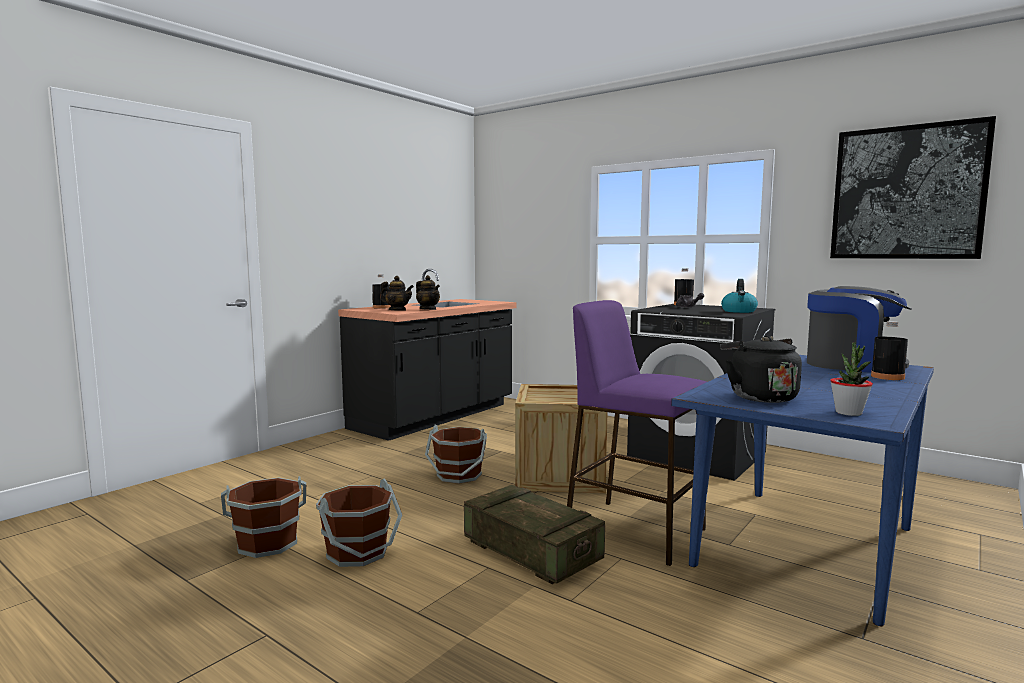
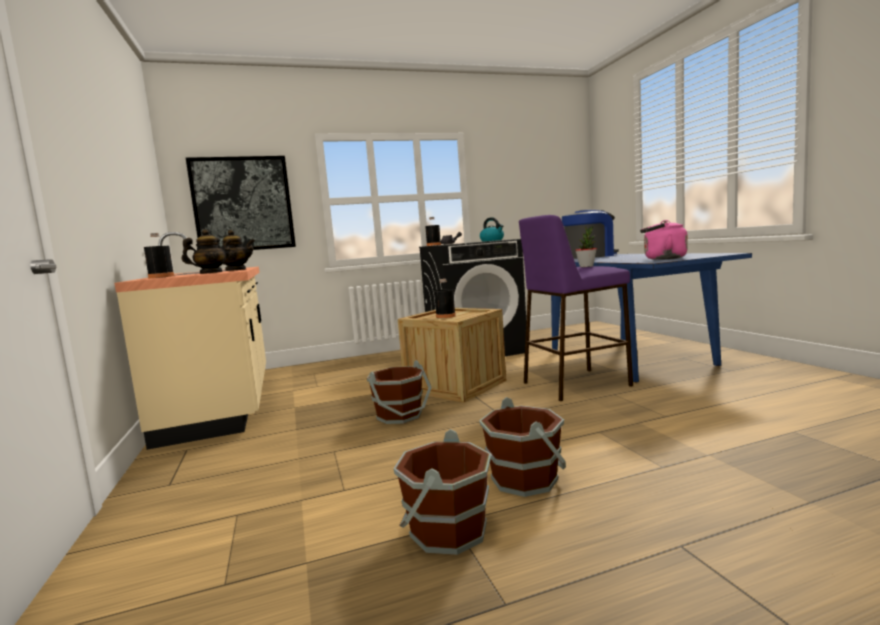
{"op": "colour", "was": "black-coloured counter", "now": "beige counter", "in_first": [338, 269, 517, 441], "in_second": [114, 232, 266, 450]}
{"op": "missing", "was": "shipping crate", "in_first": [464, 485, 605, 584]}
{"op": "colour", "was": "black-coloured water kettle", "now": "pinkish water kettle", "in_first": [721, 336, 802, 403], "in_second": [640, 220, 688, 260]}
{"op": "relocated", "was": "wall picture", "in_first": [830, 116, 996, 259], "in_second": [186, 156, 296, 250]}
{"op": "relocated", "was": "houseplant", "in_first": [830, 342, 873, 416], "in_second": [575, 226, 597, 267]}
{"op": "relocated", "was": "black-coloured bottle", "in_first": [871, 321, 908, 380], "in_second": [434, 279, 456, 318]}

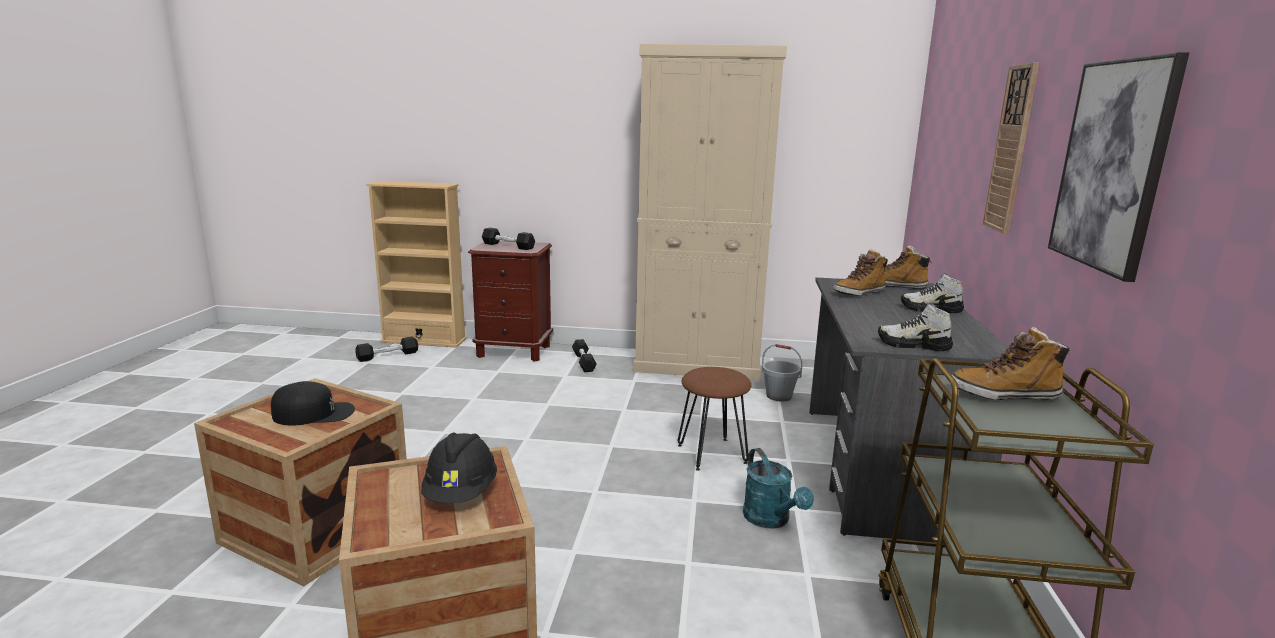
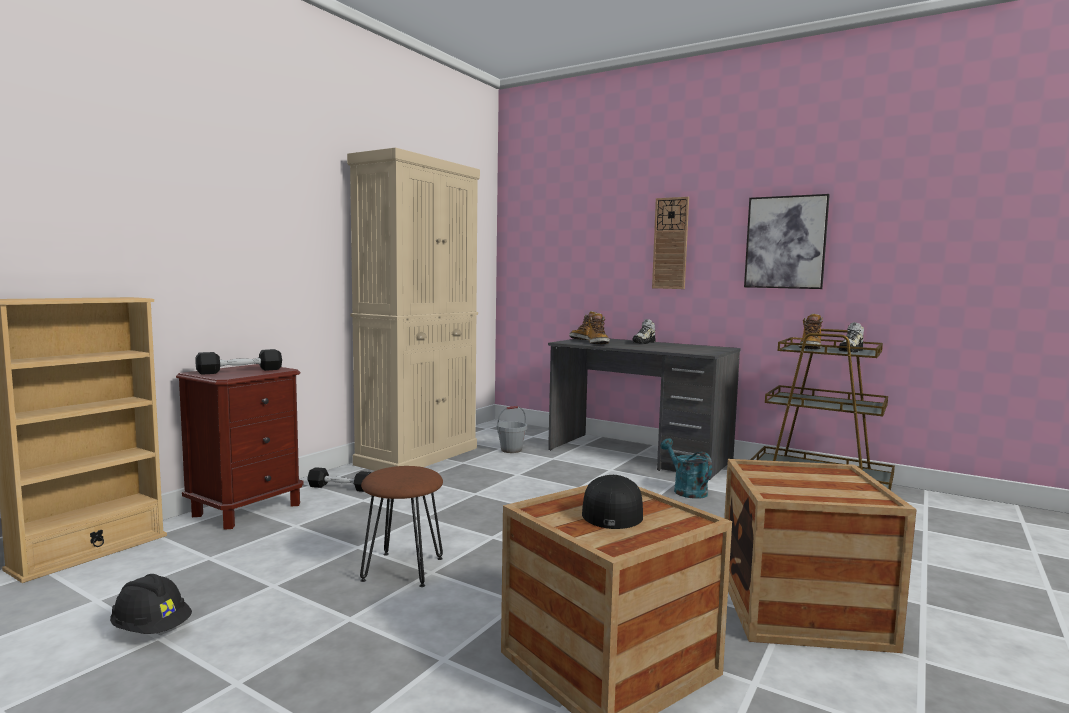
{"op": "missing", "was": "black-coloured hand weight", "in_first": [355, 337, 418, 362]}
{"op": "relocated", "was": "black-coloured work helmet", "in_first": [421, 432, 497, 503], "in_second": [110, 574, 192, 634]}
{"op": "relocated", "was": "brown sitting stool", "in_first": [678, 367, 751, 471], "in_second": [360, 466, 443, 587]}
{"op": "spun", "was": "blue-green sprinkling can", "in_first": [743, 448, 814, 529], "in_second": [660, 438, 712, 499], "clockwise": -120}
{"op": "relocated", "was": "item of footwear", "in_first": [878, 303, 953, 351], "in_second": [839, 322, 864, 352]}

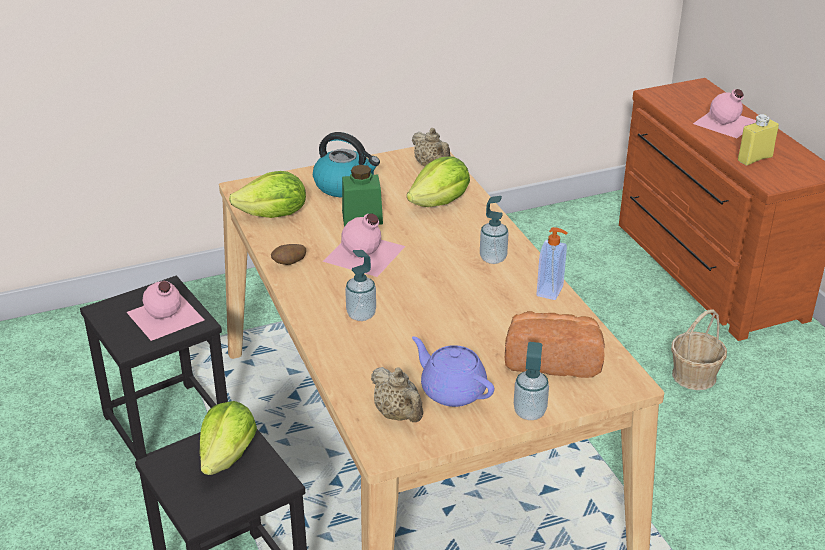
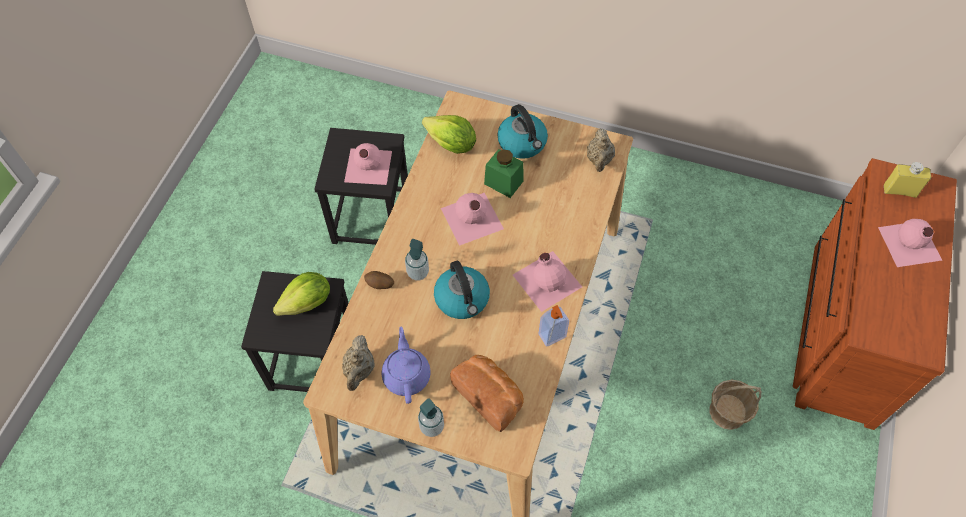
{"op": "relocated", "was": "whole potato", "in_first": [271, 244, 306, 265], "in_second": [364, 271, 394, 289]}
{"op": "missing", "was": "lettuce head", "in_first": [407, 156, 470, 207]}
{"op": "exchanged", "was": "soap bottle", "now": "pinkish bottle", "in_first": [480, 196, 509, 264], "in_second": [513, 251, 582, 312]}
{"op": "relocated", "was": "yellow bottle", "in_first": [738, 114, 779, 166], "in_second": [884, 162, 931, 198]}
{"op": "appeared", "now": "water kettle", "in_second": [434, 261, 490, 319]}

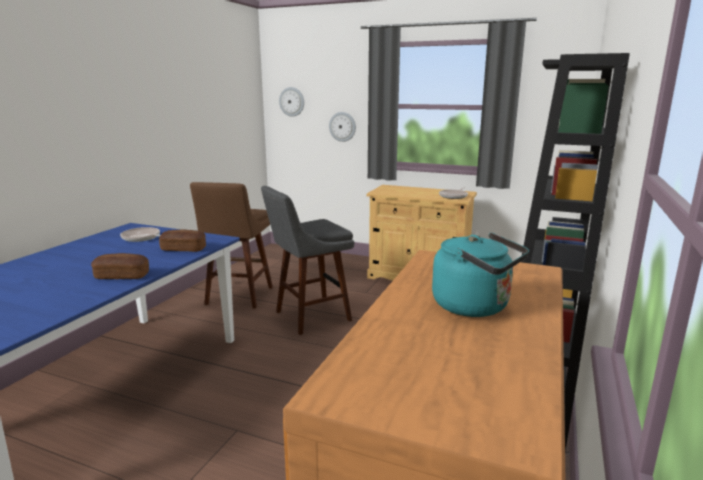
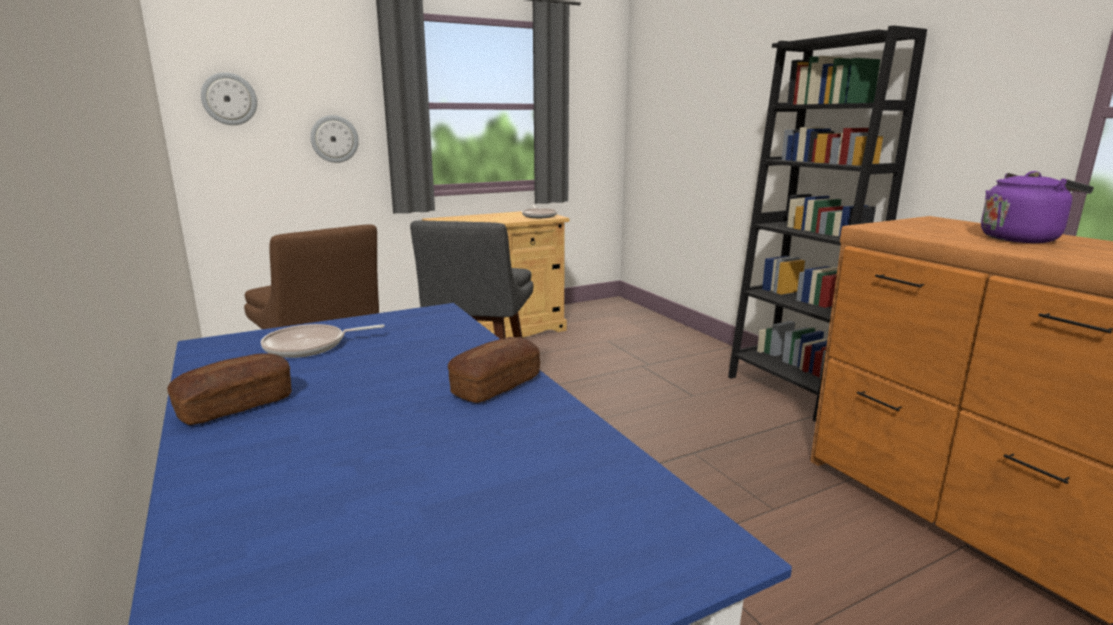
{"op": "relocated", "was": "bakery bread", "in_first": [159, 229, 206, 252], "in_second": [167, 353, 292, 425]}
{"op": "colour", "was": "blue-green water kettle", "now": "purplish water kettle", "in_first": [432, 232, 529, 317], "in_second": [981, 171, 1094, 243]}

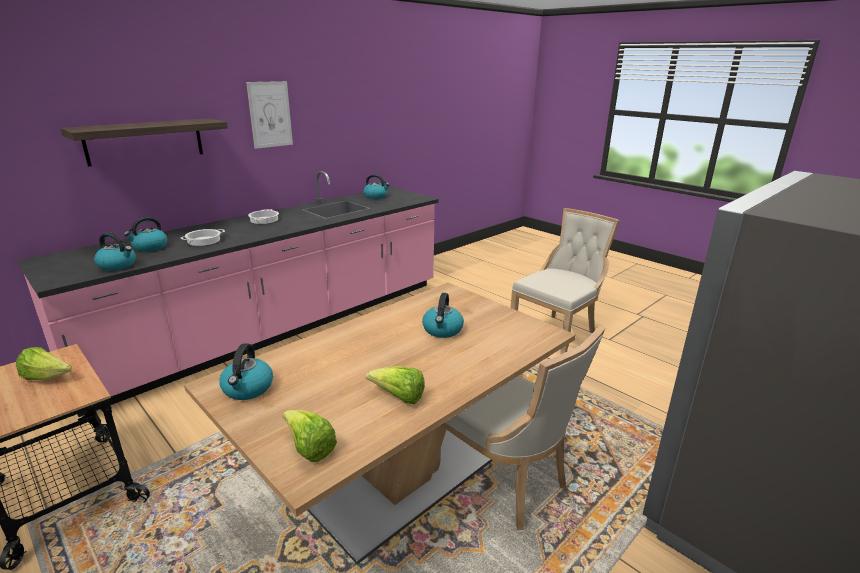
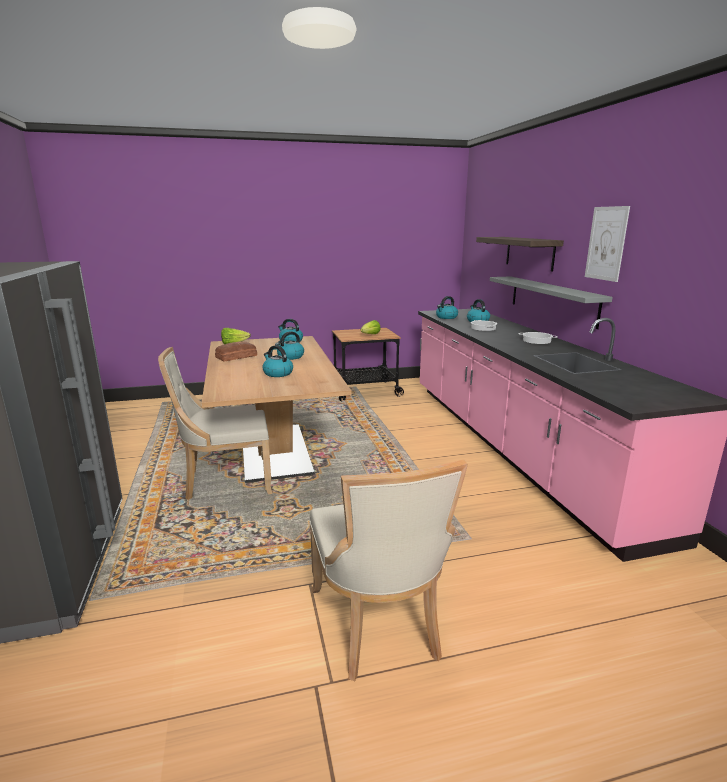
{"op": "relocated", "was": "water kettle", "in_first": [364, 174, 390, 199], "in_second": [275, 331, 304, 360]}
{"op": "exchanged", "was": "lettuce head", "now": "bakery bread", "in_first": [366, 366, 425, 404], "in_second": [215, 341, 257, 361]}
{"op": "appeared", "now": "grey bracket shelf", "in_second": [490, 276, 613, 329]}

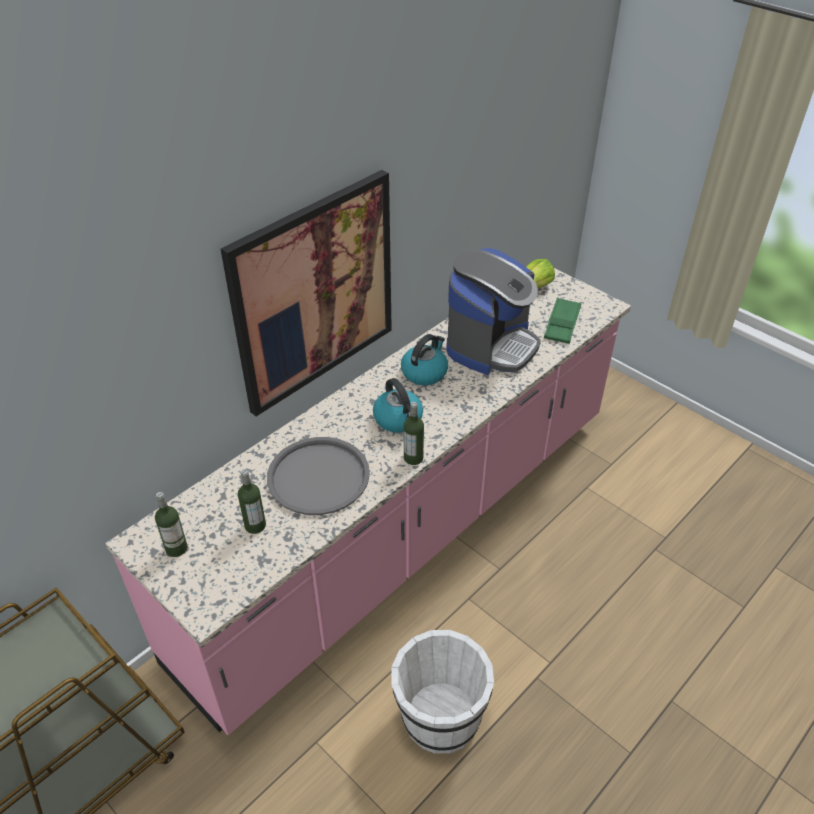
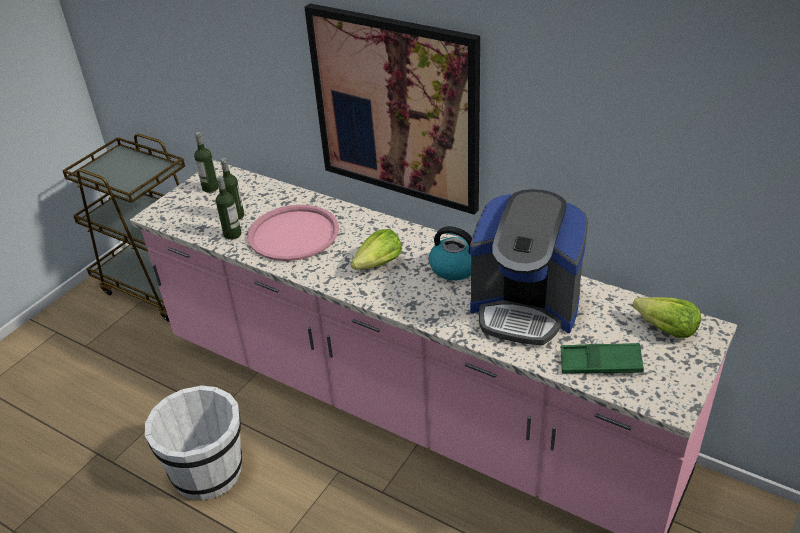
{"op": "colour", "was": "grey tray", "now": "pinkish tray", "in_first": [267, 437, 370, 515], "in_second": [247, 205, 339, 261]}
{"op": "exchanged", "was": "water kettle", "now": "lettuce head", "in_first": [373, 378, 423, 433], "in_second": [350, 229, 402, 270]}
{"op": "relocated", "was": "bottle", "in_first": [404, 402, 424, 465], "in_second": [216, 176, 241, 240]}

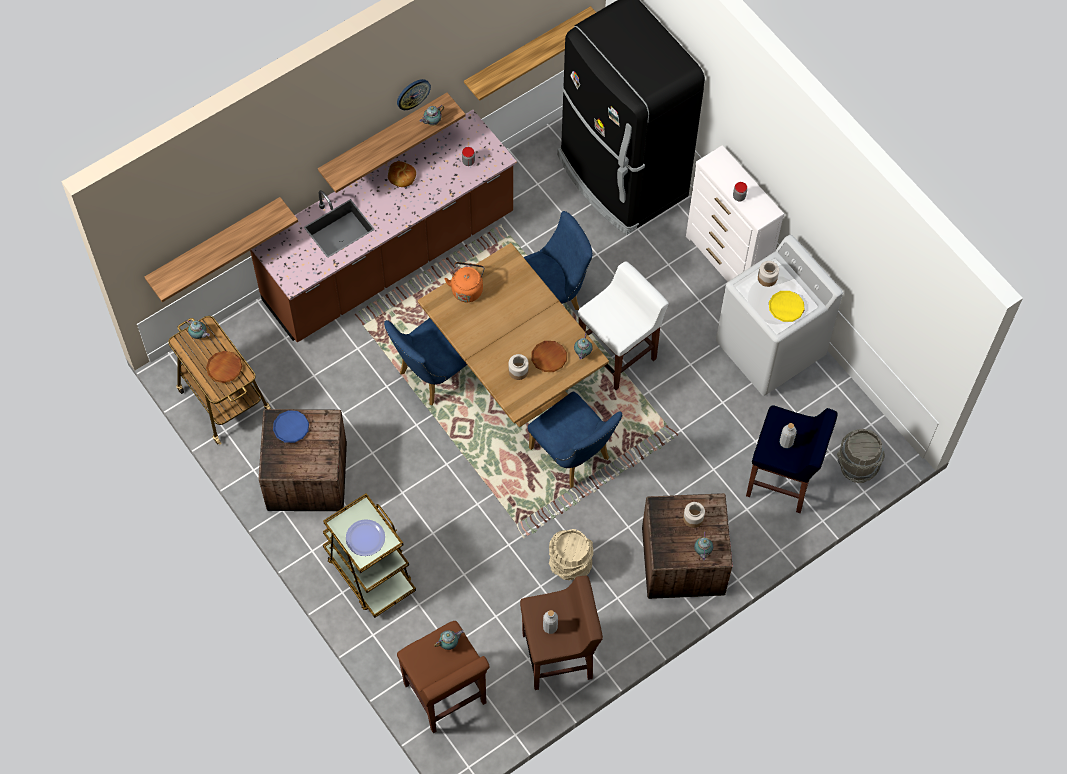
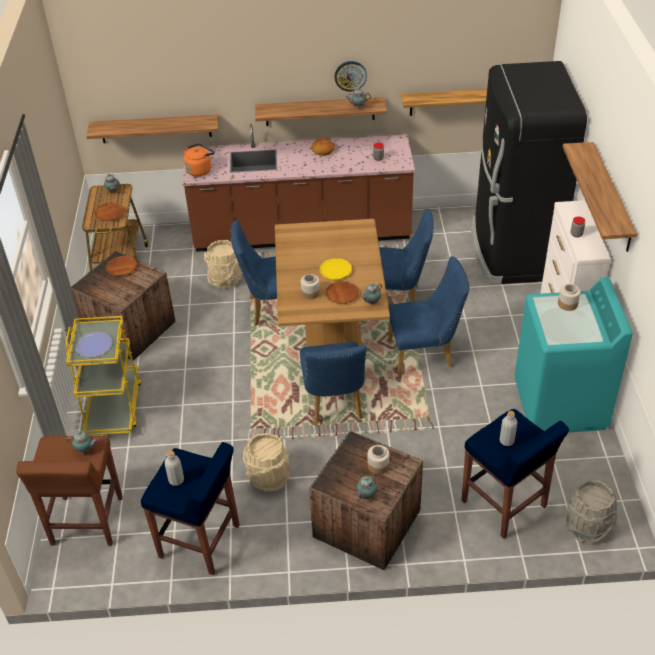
{"op": "colour", "was": "bluish dinner plate", "now": "brown dinner plate", "in_first": [273, 410, 309, 443], "in_second": [106, 256, 137, 276]}
{"op": "colour", "was": "brown trolley", "now": "yellow trolley", "in_first": [323, 493, 416, 618], "in_second": [66, 316, 142, 436]}
{"op": "relocated", "was": "orange-coloured water kettle", "in_first": [444, 262, 484, 302], "in_second": [183, 143, 215, 177]}
{"op": "colour", "was": "brown sitting stool", "now": "bluish sitting stool", "in_first": [520, 576, 603, 690], "in_second": [141, 442, 240, 575]}
{"op": "exchanged", "was": "white-coloured sitting stool", "now": "bluish upright chair", "in_first": [578, 261, 669, 390], "in_second": [388, 256, 469, 376]}
{"op": "colour", "was": "white-coloured laundry machine", "now": "blue-green laundry machine", "in_first": [716, 235, 843, 396], "in_second": [514, 277, 633, 432]}
{"op": "relocated", "was": "yellow dinner plate", "in_first": [769, 291, 805, 322], "in_second": [320, 258, 352, 280]}
{"op": "appeared", "now": "beige bucket", "in_second": [204, 240, 242, 289]}
{"op": "appeared", "now": "bracket shelf", "in_second": [563, 142, 637, 252]}

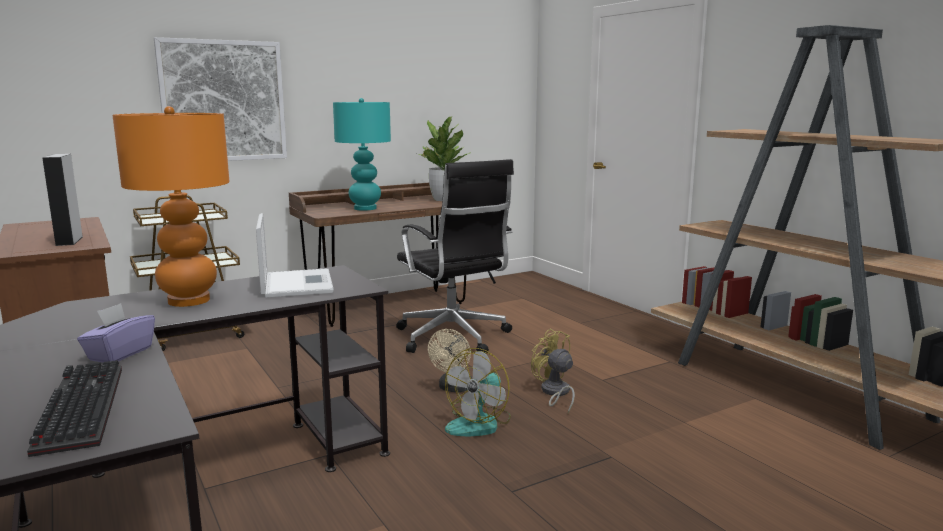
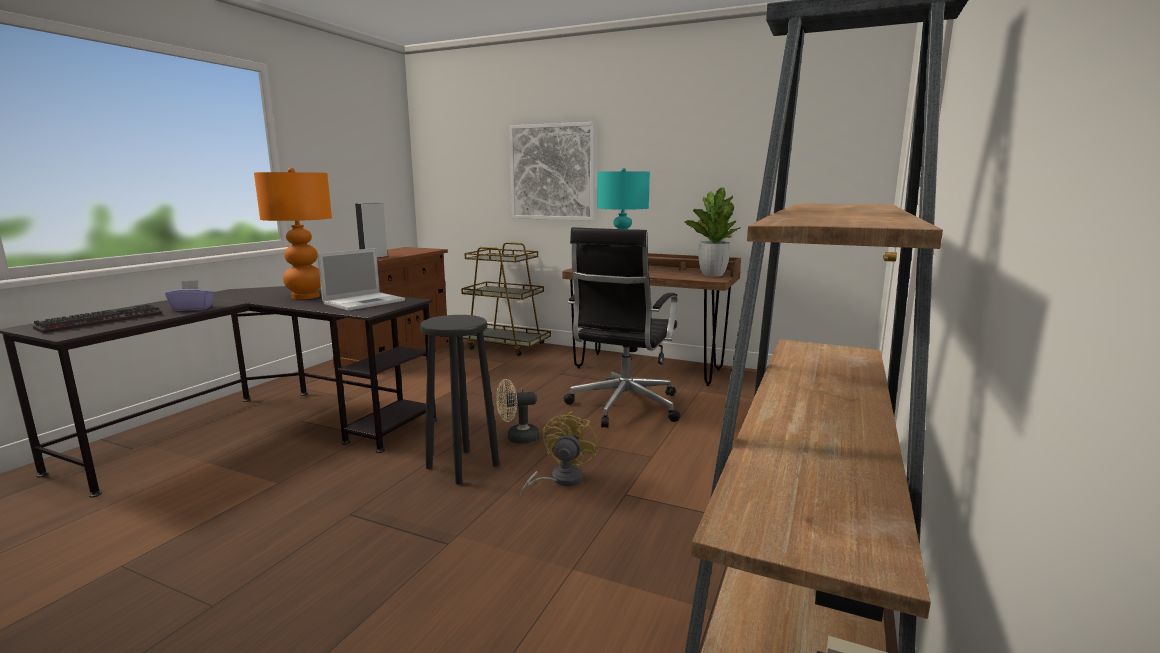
{"op": "exchanged", "was": "electric fan", "now": "black-coloured sitting stool", "in_first": [445, 348, 511, 436], "in_second": [420, 315, 499, 485]}

